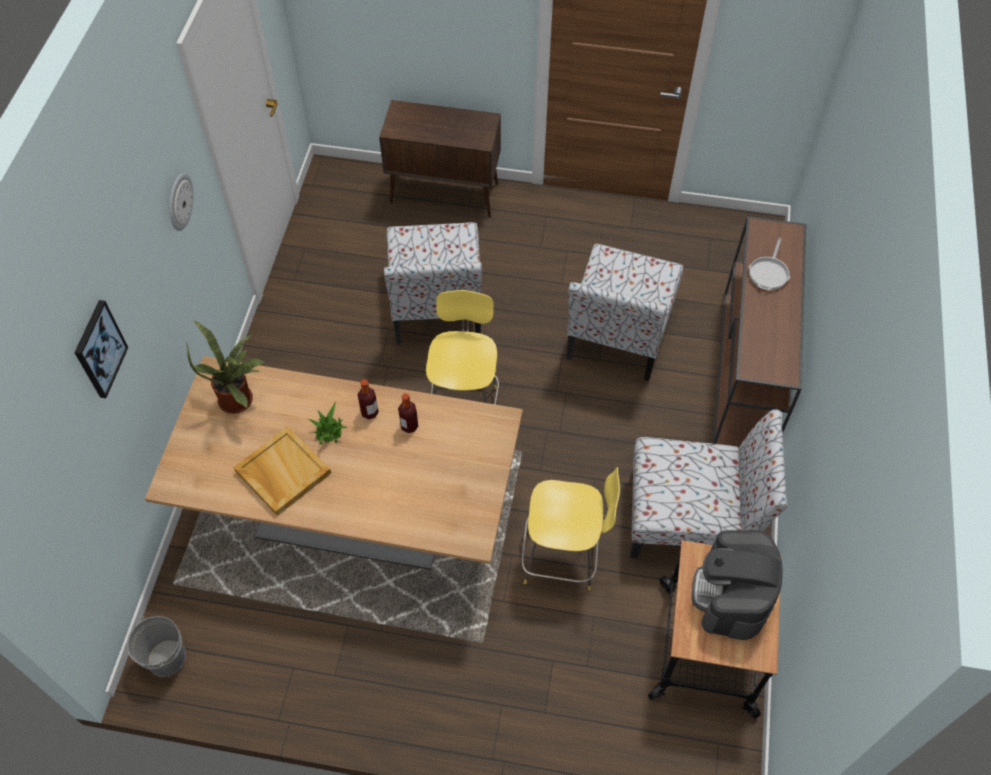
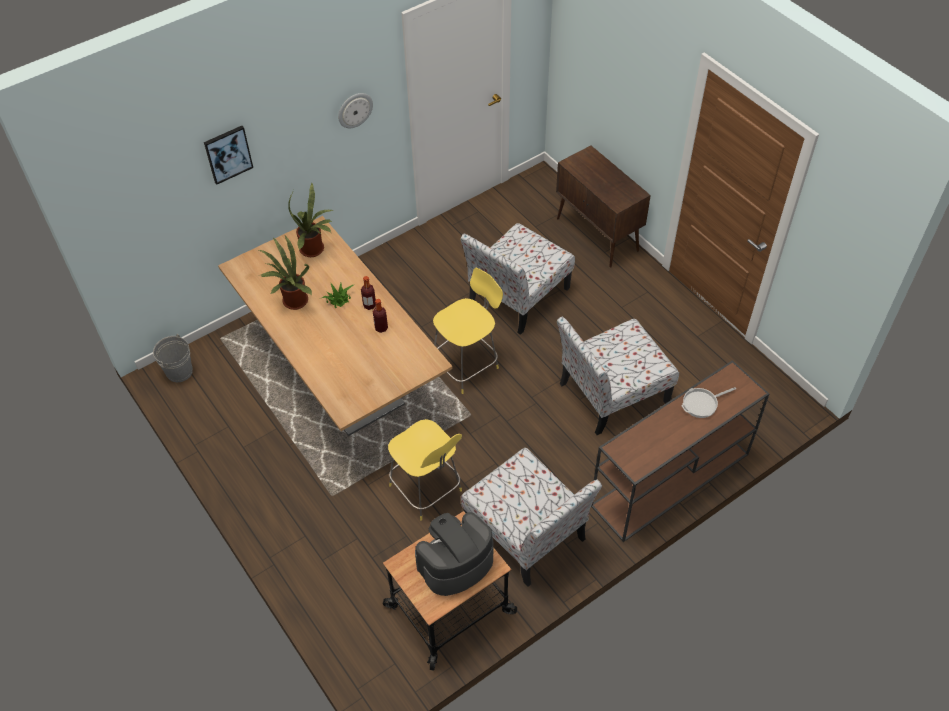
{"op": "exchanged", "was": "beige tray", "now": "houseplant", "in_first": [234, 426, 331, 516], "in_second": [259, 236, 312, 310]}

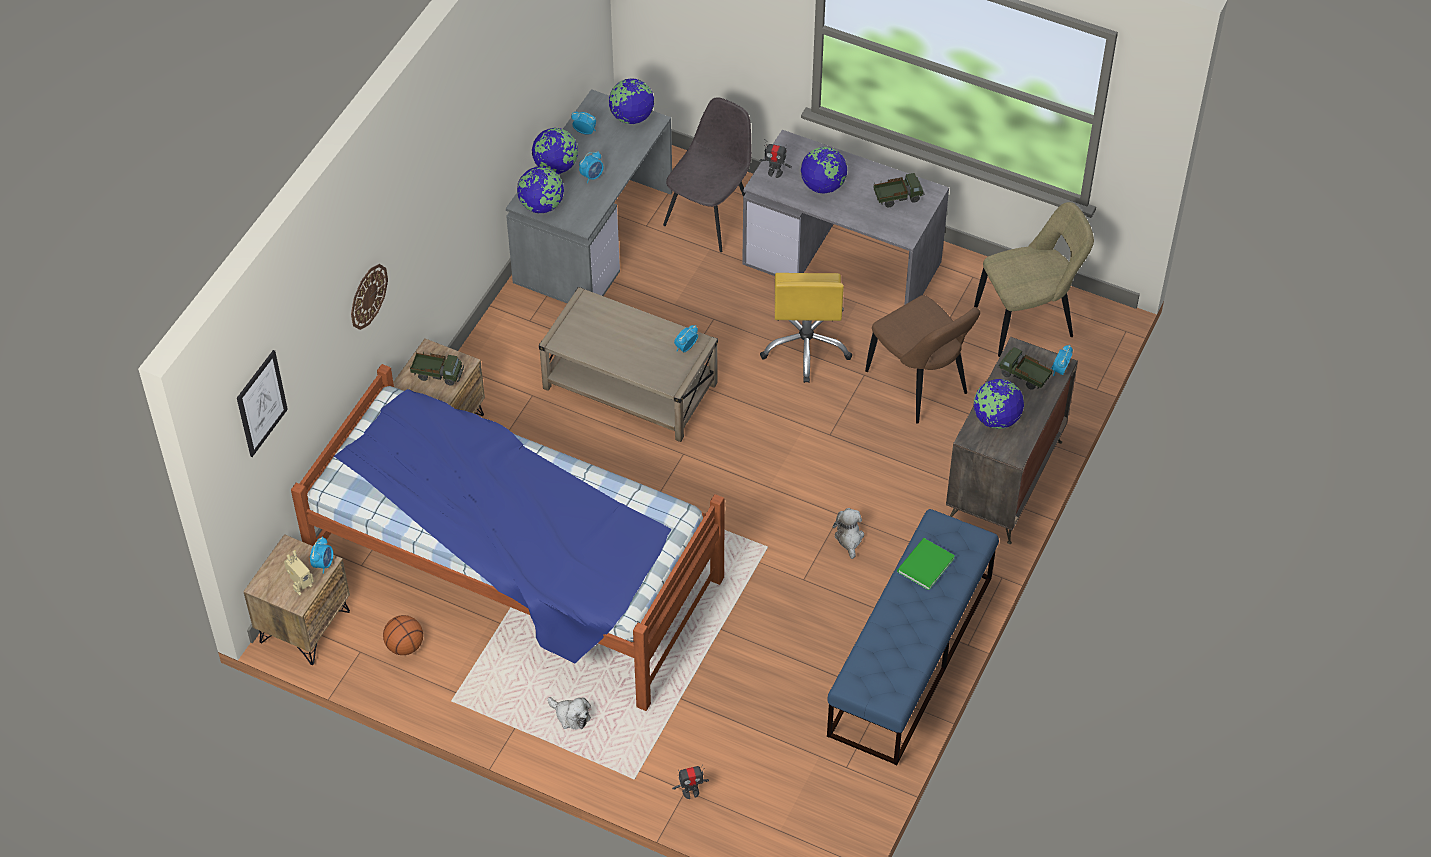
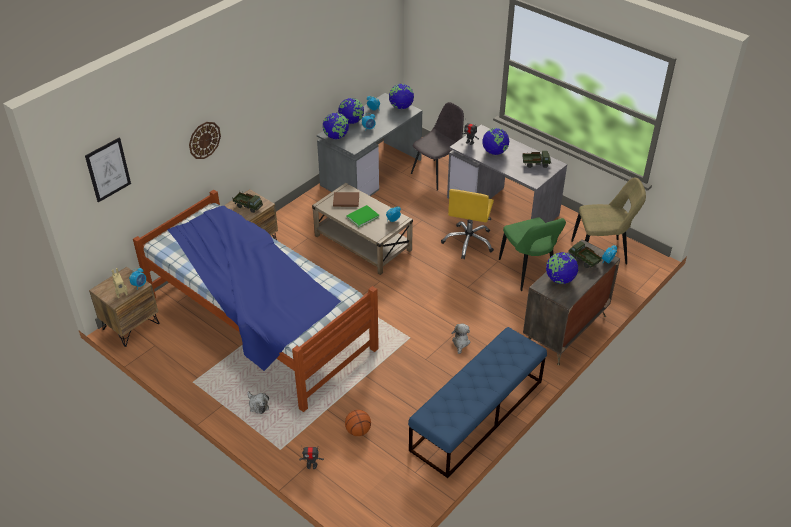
{"op": "relocated", "was": "ball for basketball", "in_first": [383, 615, 423, 655], "in_second": [345, 410, 371, 436]}
{"op": "colour", "was": "brown upright chair", "now": "green upright chair", "in_first": [865, 295, 980, 424], "in_second": [499, 218, 566, 291]}
{"op": "relocated", "was": "green volume", "in_first": [897, 538, 955, 590], "in_second": [346, 205, 379, 227]}
{"op": "appeared", "now": "brown volume", "in_second": [333, 192, 359, 207]}

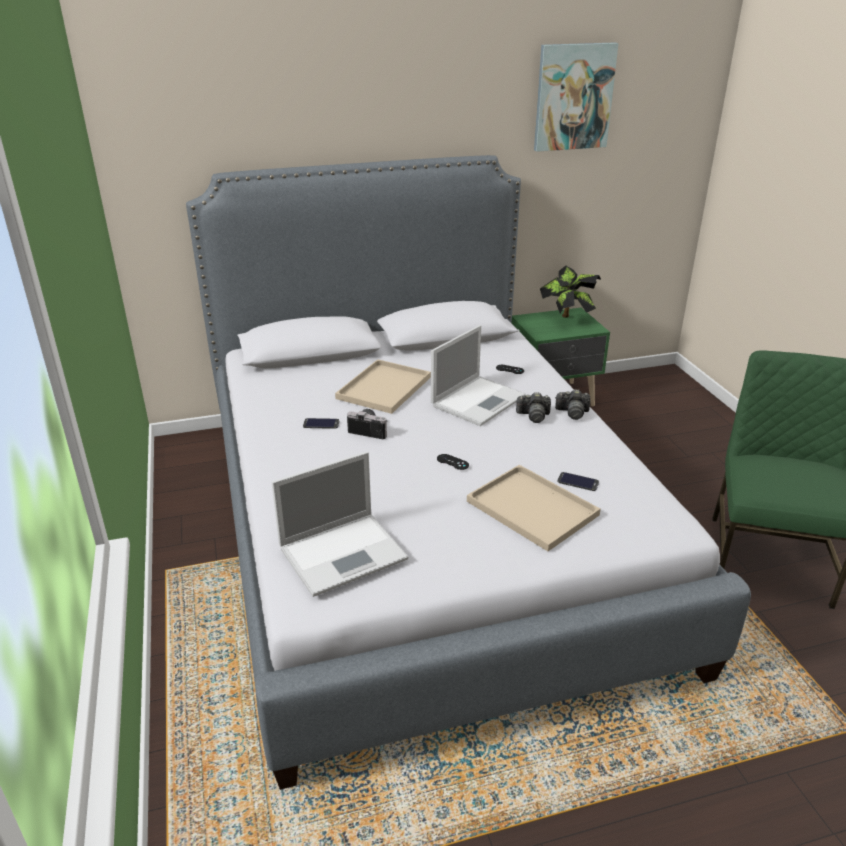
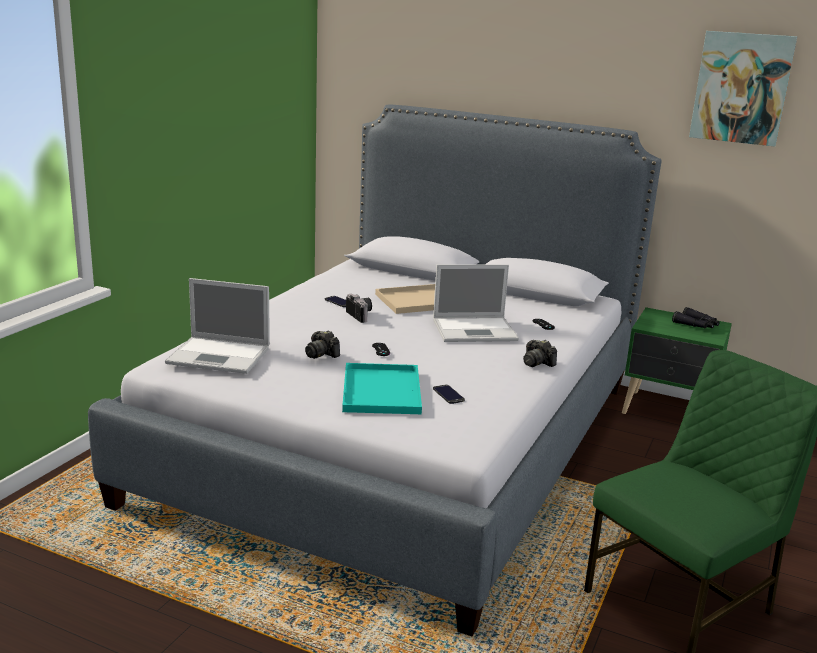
{"op": "colour", "was": "beige tray", "now": "blue-green tray", "in_first": [467, 465, 601, 551], "in_second": [342, 363, 422, 414]}
{"op": "relocated", "was": "still camera", "in_first": [515, 392, 551, 423], "in_second": [305, 330, 340, 359]}
{"op": "exchanged", "was": "houseplant", "now": "black-coloured field glasses", "in_first": [540, 266, 601, 318], "in_second": [672, 307, 720, 329]}

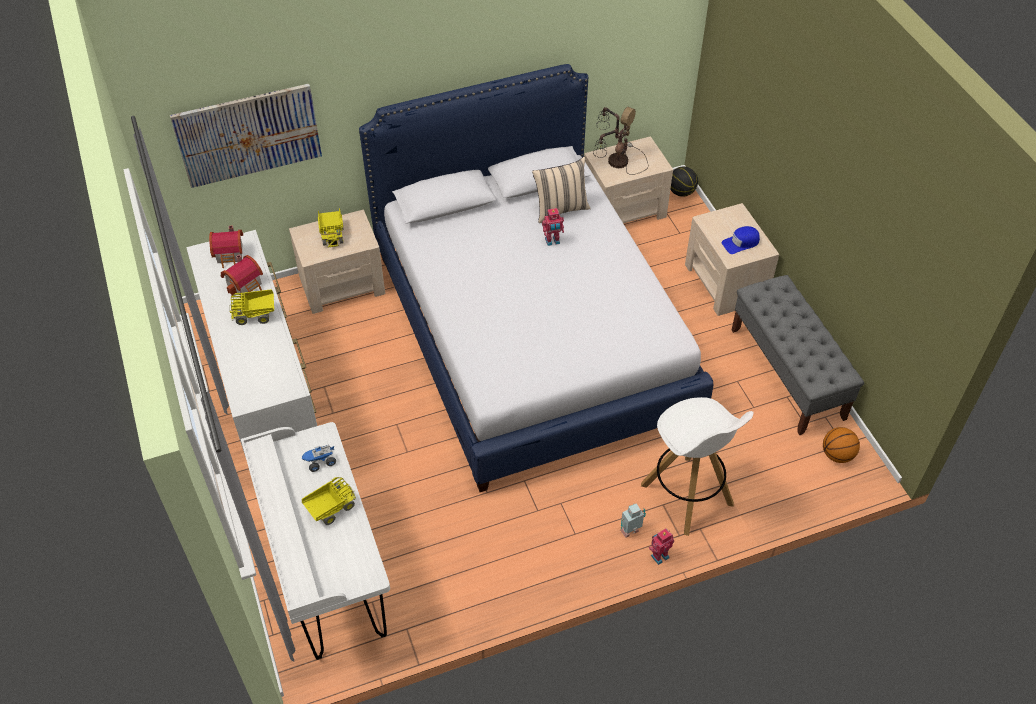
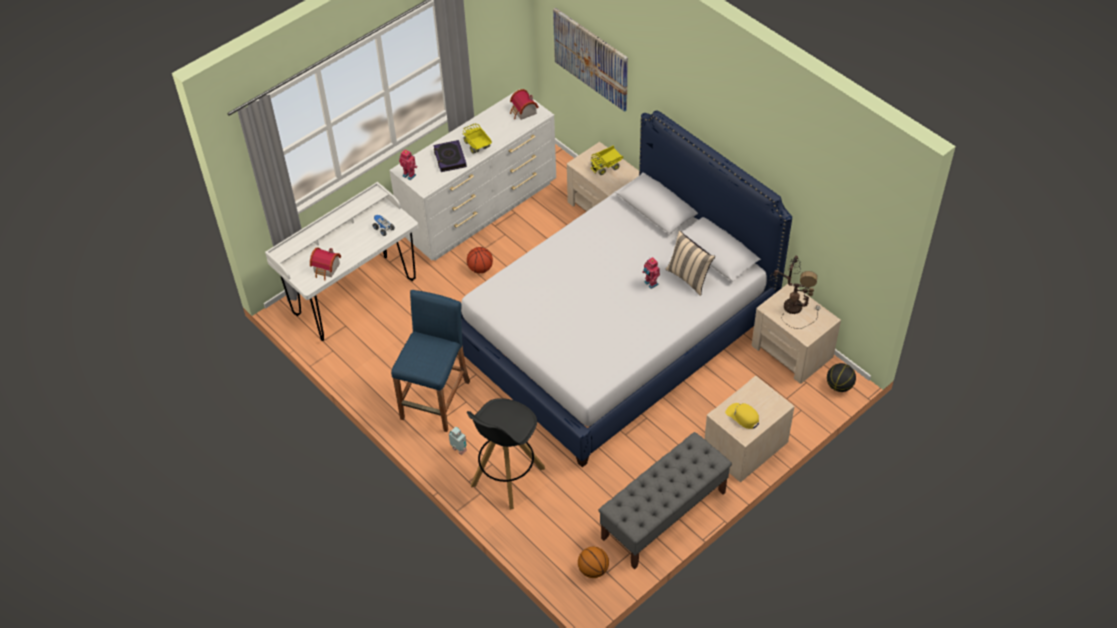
{"op": "relocated", "was": "toy house", "in_first": [221, 255, 263, 296], "in_second": [310, 248, 341, 280]}
{"op": "missing", "was": "toy lorry", "in_first": [302, 477, 356, 525]}
{"op": "colour", "was": "white-coloured sitting stool", "now": "black-coloured sitting stool", "in_first": [641, 397, 754, 536], "in_second": [467, 398, 545, 510]}
{"op": "relocated", "was": "robot figure", "in_first": [649, 528, 674, 565], "in_second": [399, 149, 418, 181]}
{"op": "colour", "was": "bluish baseball cap", "now": "yellow baseball cap", "in_first": [722, 226, 760, 254], "in_second": [725, 403, 759, 429]}
{"op": "appeared", "now": "bluish sitting stool", "in_second": [391, 290, 470, 432]}
{"op": "appeared", "now": "volume", "in_second": [433, 140, 467, 172]}
{"op": "appeared", "now": "ball for basketball", "in_second": [467, 247, 493, 273]}

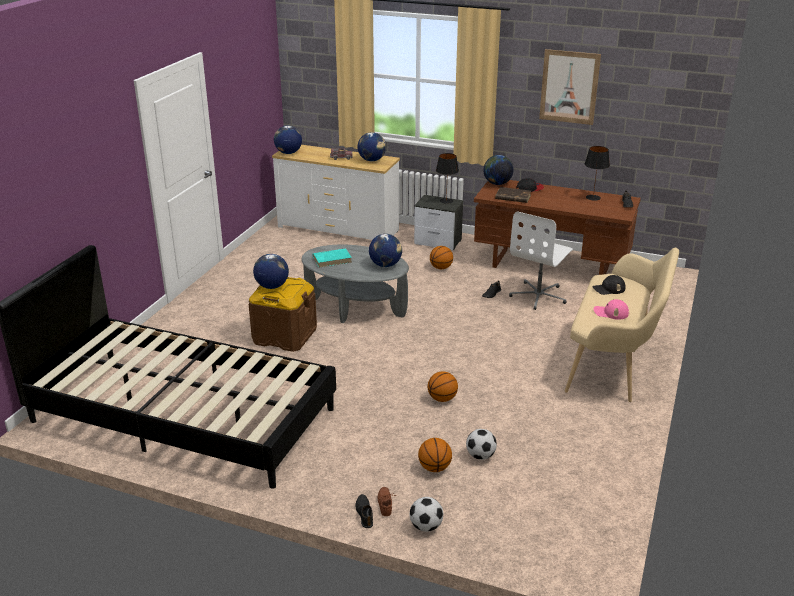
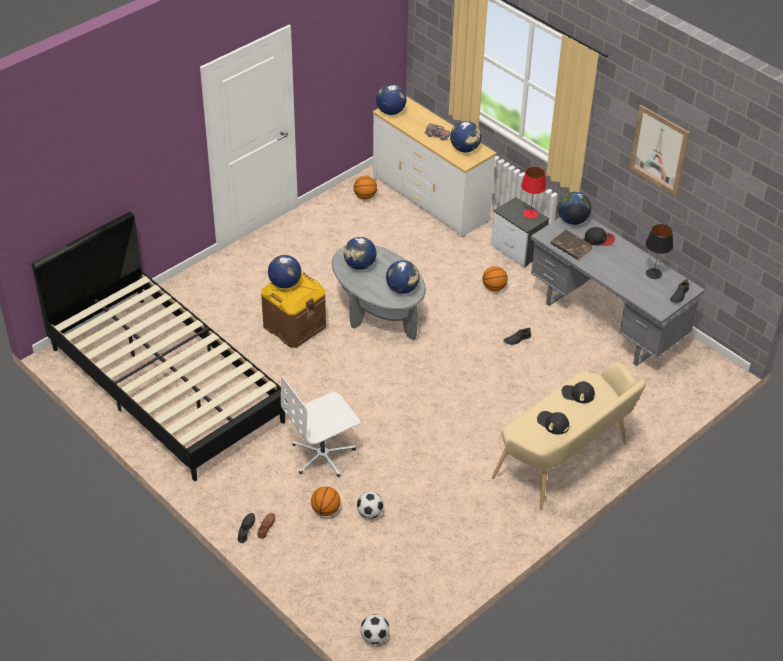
{"op": "exchanged", "was": "blue-green volume", "now": "desk globe", "in_first": [313, 248, 352, 267], "in_second": [344, 237, 377, 270]}
{"op": "relocated", "was": "football", "in_first": [410, 497, 443, 532], "in_second": [361, 614, 390, 644]}
{"op": "relocated", "was": "ball for basketball", "in_first": [428, 371, 458, 402], "in_second": [354, 176, 377, 199]}
{"op": "colour", "was": "black-coloured lamp for a table", "now": "reddish lamp for a table", "in_first": [436, 153, 459, 204], "in_second": [521, 167, 547, 219]}
{"op": "colour", "was": "brown desk unit", "now": "grey desk unit", "in_first": [474, 180, 641, 275], "in_second": [531, 217, 705, 366]}
{"op": "relocated", "was": "white-coloured computer chair", "in_first": [509, 211, 573, 310], "in_second": [281, 376, 360, 477]}
{"op": "colour", "was": "pinkish baseball cap", "now": "black-coloured baseball cap", "in_first": [594, 299, 629, 320], "in_second": [537, 411, 569, 434]}

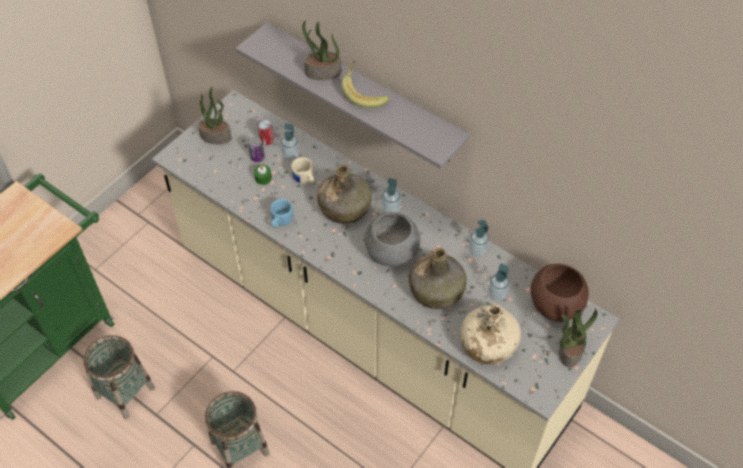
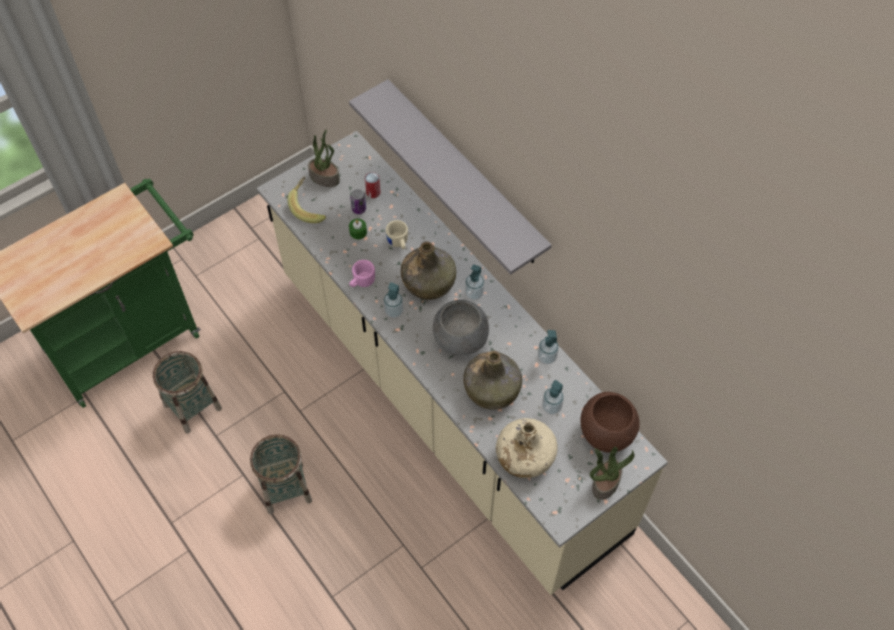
{"op": "colour", "was": "bluish mug", "now": "pinkish mug", "in_first": [270, 199, 293, 227], "in_second": [349, 260, 375, 287]}
{"op": "relocated", "was": "soap bottle", "in_first": [281, 123, 299, 161], "in_second": [384, 282, 403, 318]}
{"op": "missing", "was": "houseplant", "in_first": [302, 21, 341, 80]}
{"op": "relocated", "was": "banana", "in_first": [341, 60, 389, 108], "in_second": [287, 177, 326, 223]}

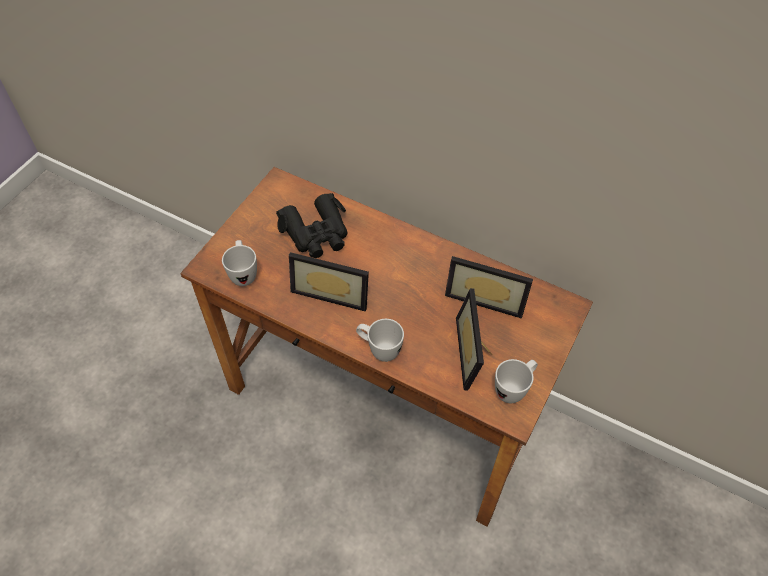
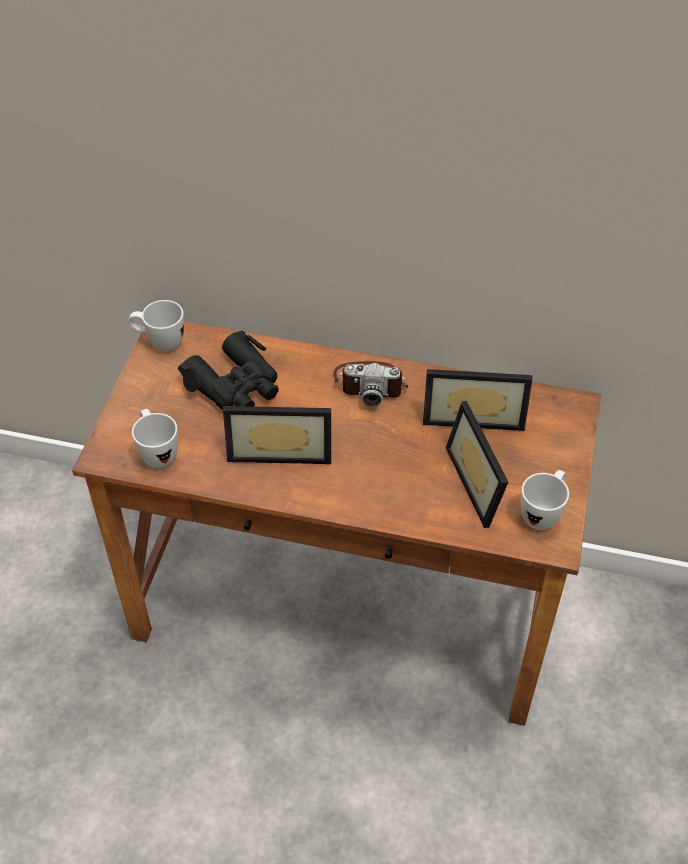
{"op": "relocated", "was": "white-coloured mug", "in_first": [356, 319, 404, 362], "in_second": [129, 300, 184, 351]}
{"op": "appeared", "now": "still camera", "in_second": [333, 361, 408, 406]}

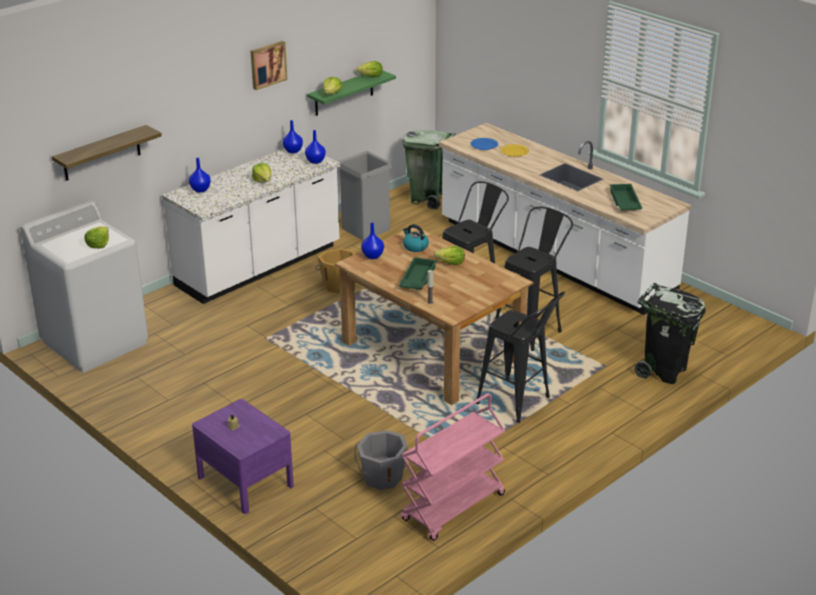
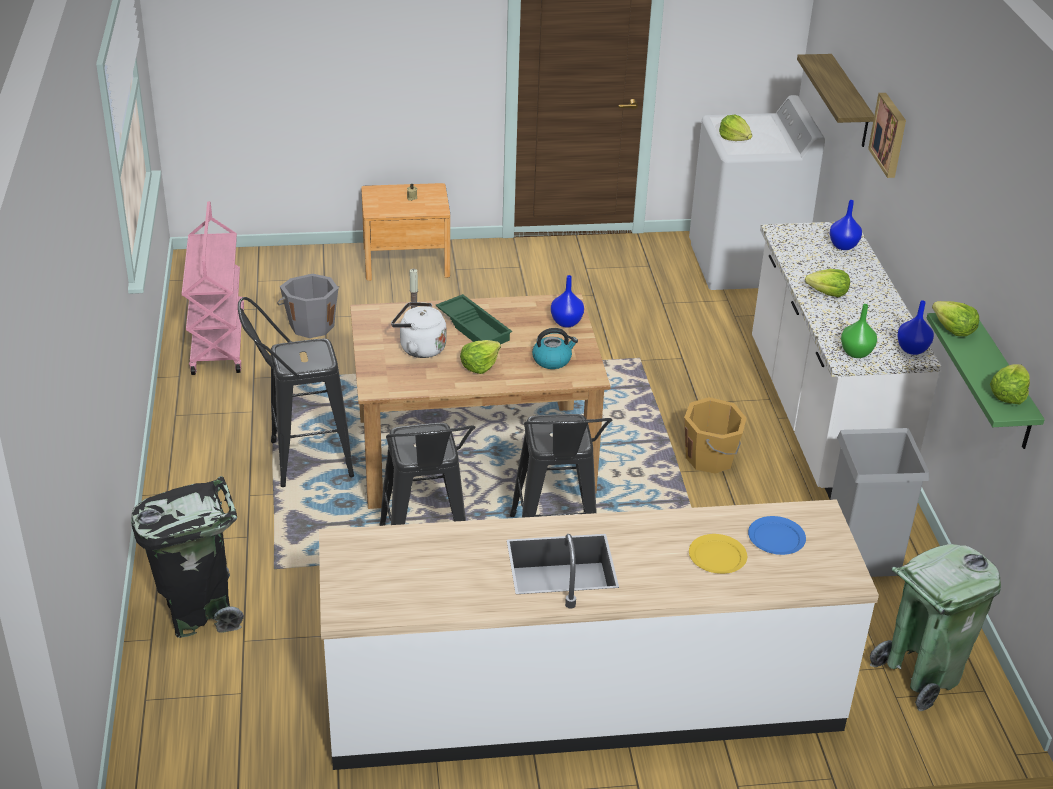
{"op": "colour", "was": "purplish bedside table", "now": "brown bedside table", "in_first": [192, 399, 294, 514], "in_second": [361, 183, 450, 281]}
{"op": "relocated", "was": "wall picture", "in_first": [251, 41, 288, 90], "in_second": [868, 93, 906, 178]}
{"op": "colour", "was": "bluish flower vase", "now": "green flower vase", "in_first": [305, 130, 326, 164], "in_second": [841, 304, 877, 358]}
{"op": "missing", "was": "green tray", "in_first": [610, 184, 642, 210]}
{"op": "appeared", "now": "white-coloured water kettle", "in_second": [391, 302, 446, 358]}

